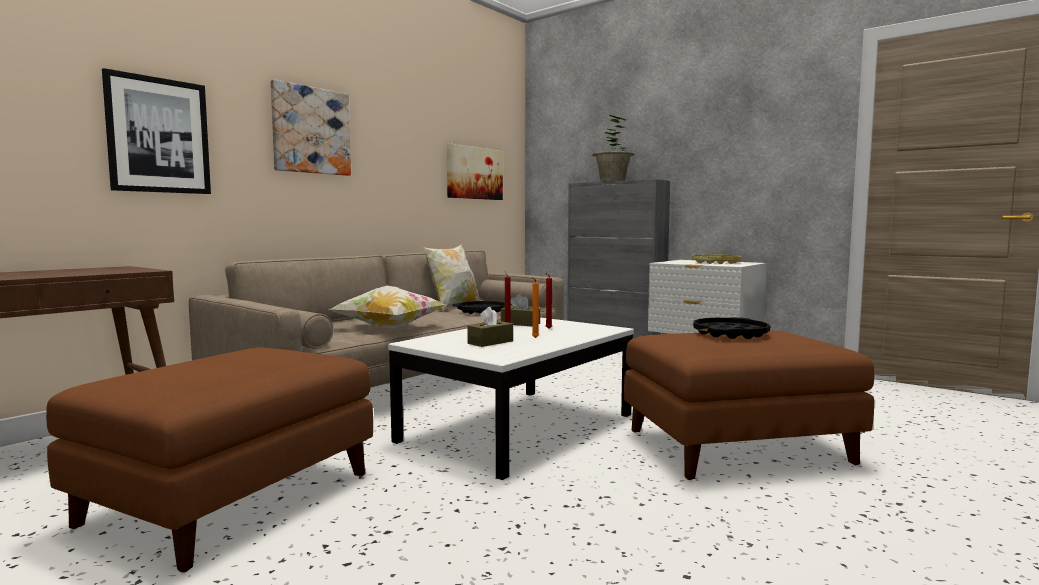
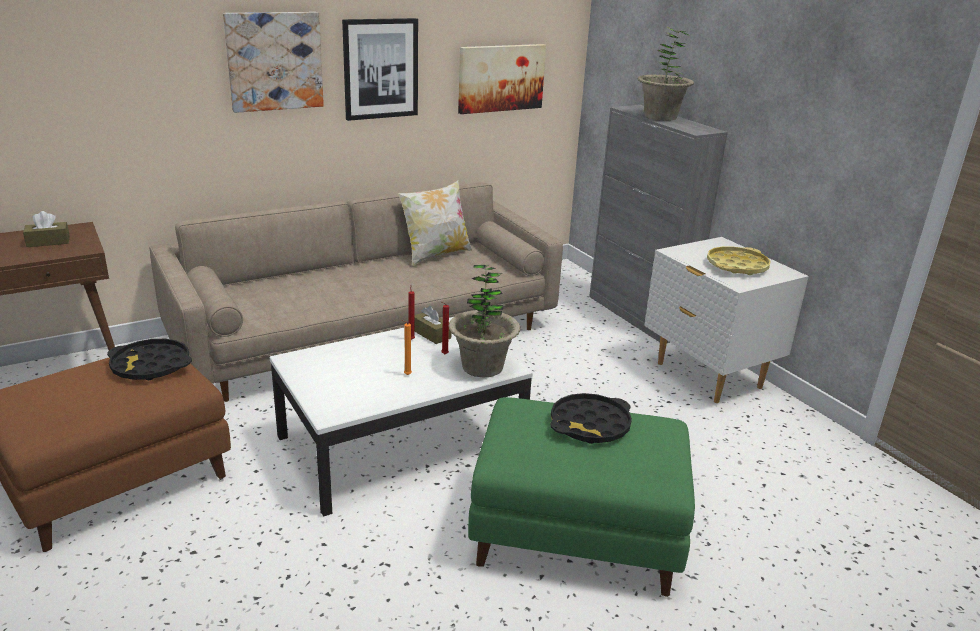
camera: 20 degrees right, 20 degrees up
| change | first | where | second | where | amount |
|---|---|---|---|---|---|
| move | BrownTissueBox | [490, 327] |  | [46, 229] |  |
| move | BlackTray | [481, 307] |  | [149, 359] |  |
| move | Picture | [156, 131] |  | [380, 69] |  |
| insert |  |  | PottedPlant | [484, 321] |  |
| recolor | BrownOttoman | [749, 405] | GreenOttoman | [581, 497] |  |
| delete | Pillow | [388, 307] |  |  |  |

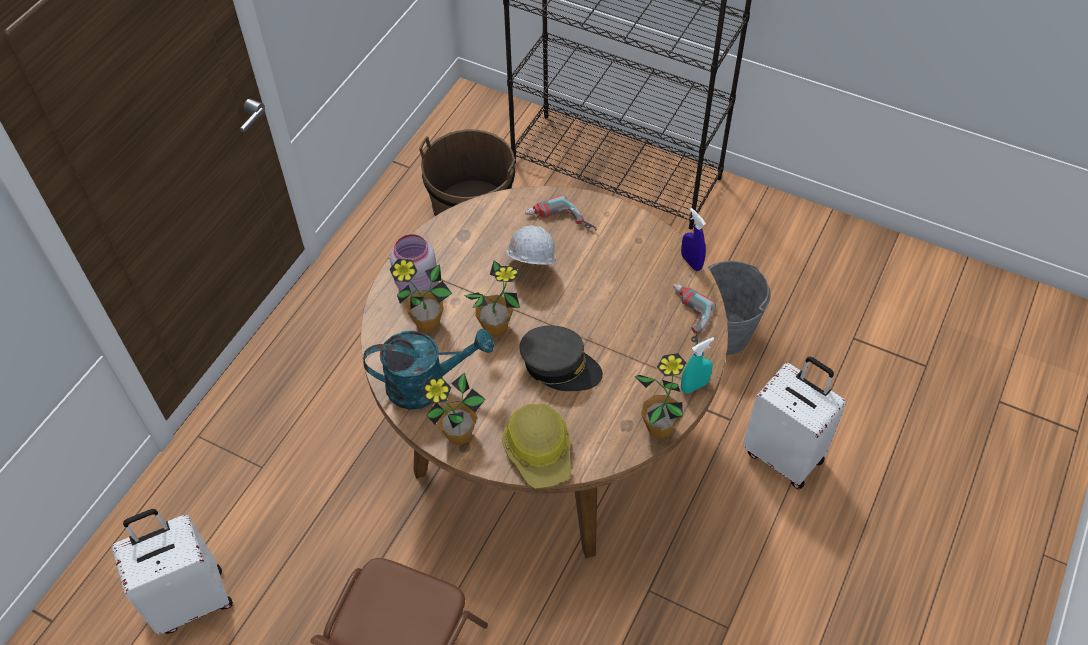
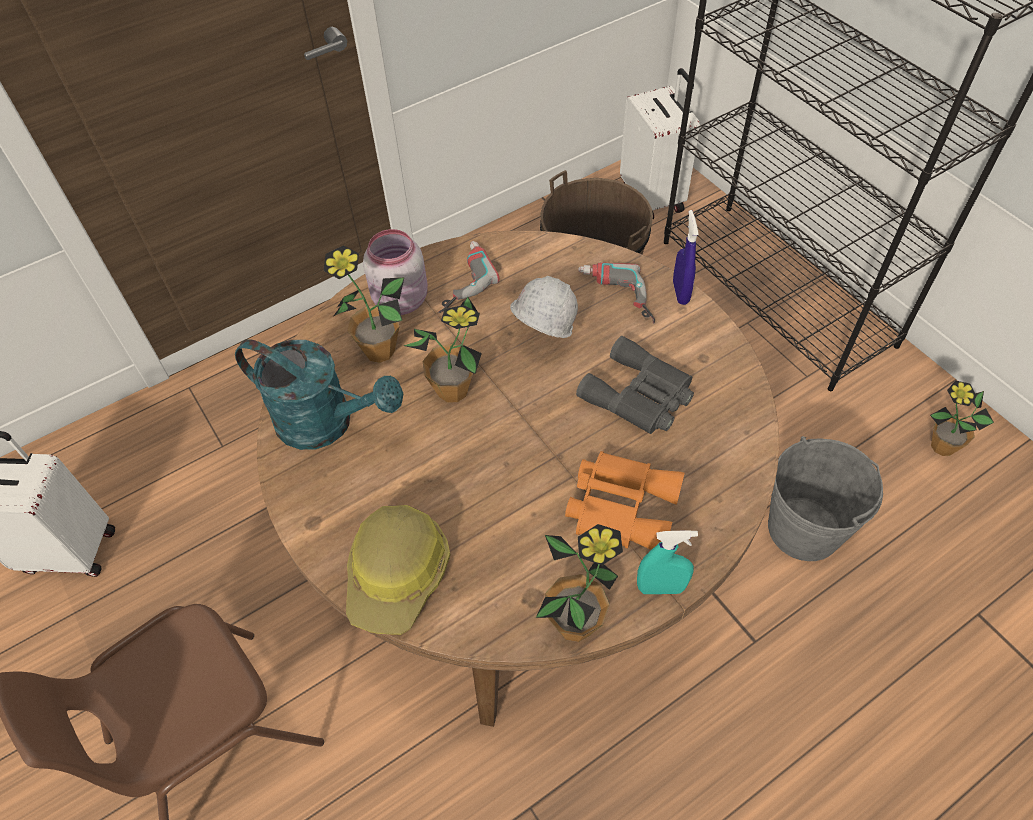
camera: 30 degrees right, 0 degrees up
| change | first | where | second | where | amount |
|---|---|---|---|---|---|
| move | PowerDrill | [694, 314] |  | [469, 277] |  |
| insert |  |  | OrangeBinoculars | [625, 500] |  |
| insert |  |  | GreyBinoculars | [635, 385] |  |
| move | WhiteSuitcase | [794, 423] |  | [660, 143] |  |
| move | BlueSprayBottle | [693, 239] |  | [686, 257] |  |
| move | PottedPlant | [453, 409] |  | [962, 418] |  |
| delete | GreyCap | [561, 358] |  |  |  |

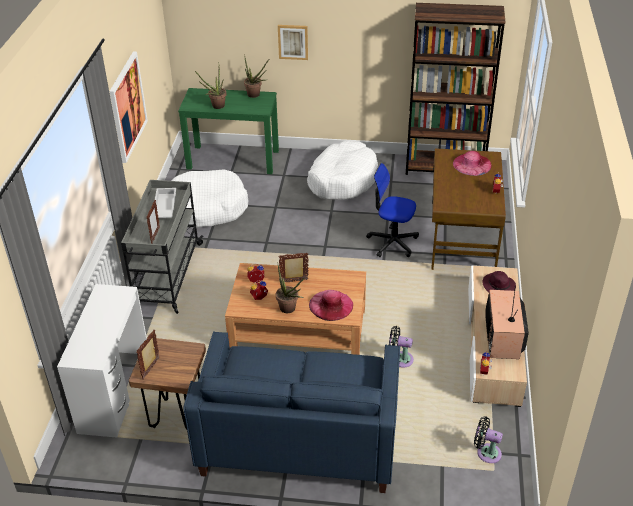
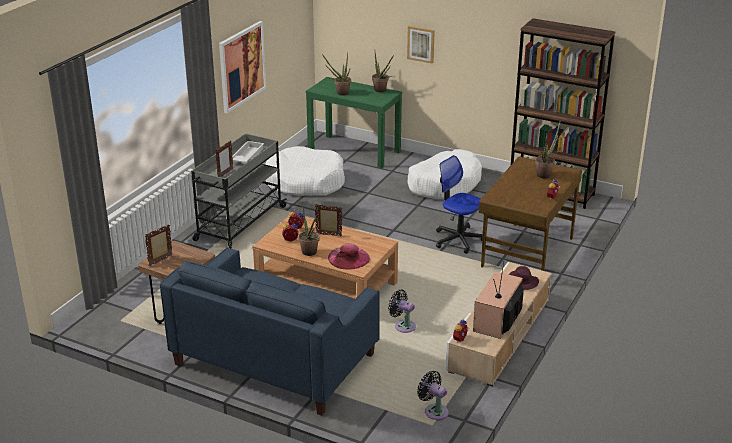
camera: 20 degrees right, 10 degrees down
| change | first | where | second | where | amount |
|---|---|---|---|---|---|
| replace | PinkHat | [472, 163] | PottedPlant | [547, 150] |  |
| delete | WhiteDesk | [102, 361] |  |  |  |

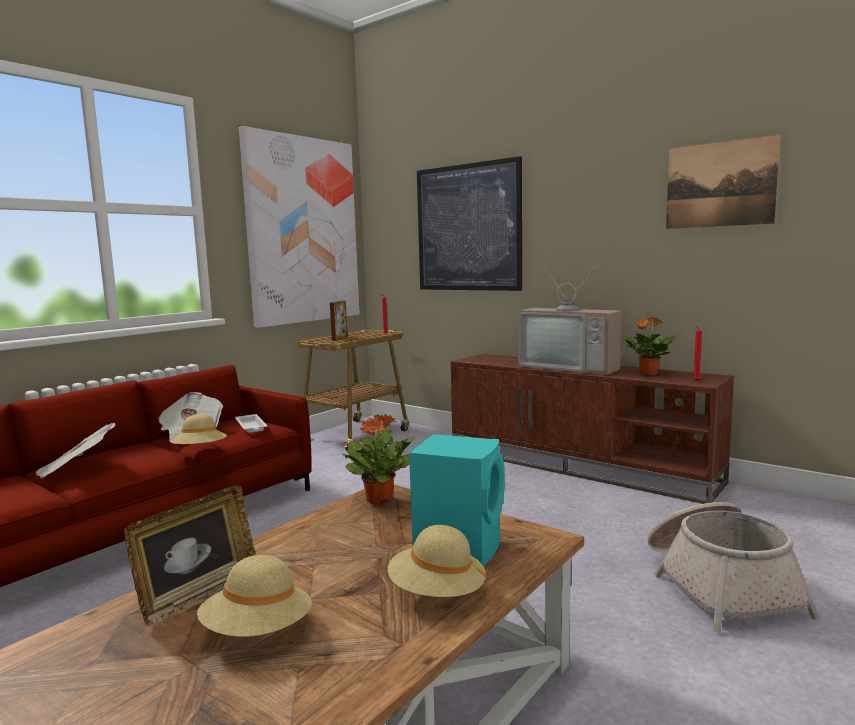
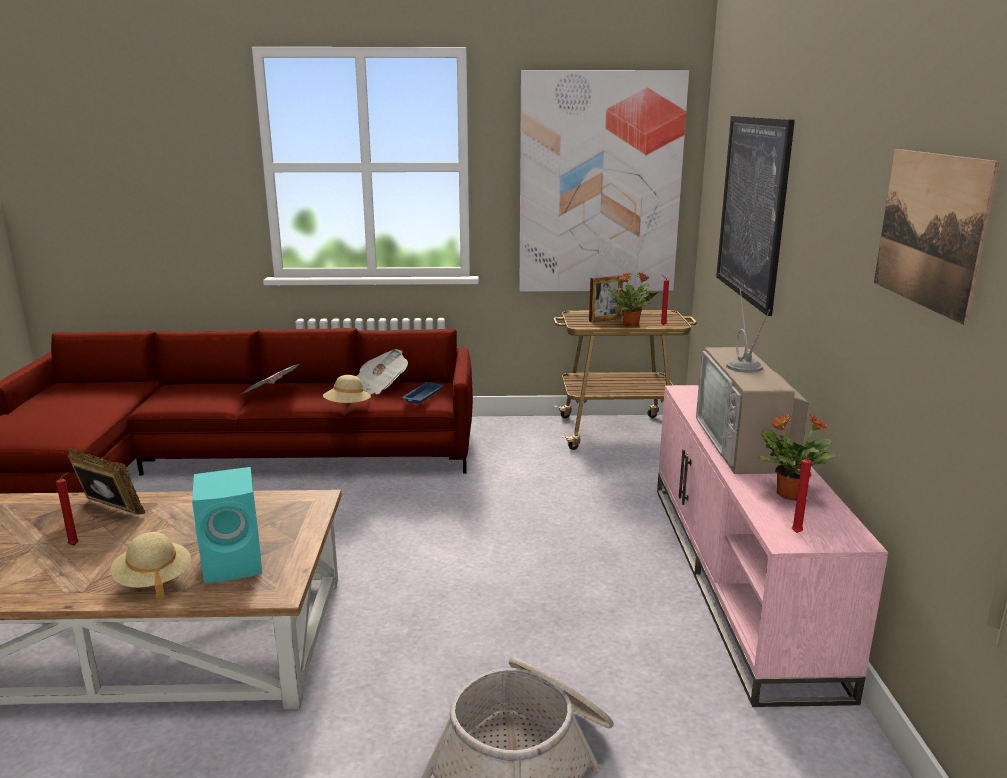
camera: 50 degrees right, 10 degrees up
| change | first | where | second | where | amount |
|---|---|---|---|---|---|
| replace | BeigeHat | [254, 596] | RedCandle | [67, 508] |  |
| rotate | PictureFrame | [190, 555] |  | [106, 481] | 150 degrees counterclockwise |
| recolor | WhiteTray | [251, 423] | BlueTray | [423, 393] |  |
| move | PottedPlant | [378, 459] |  | [633, 299] |  |
| recolor | BrownTvStand | [592, 429] | PinkTvStand | [772, 546] |  |

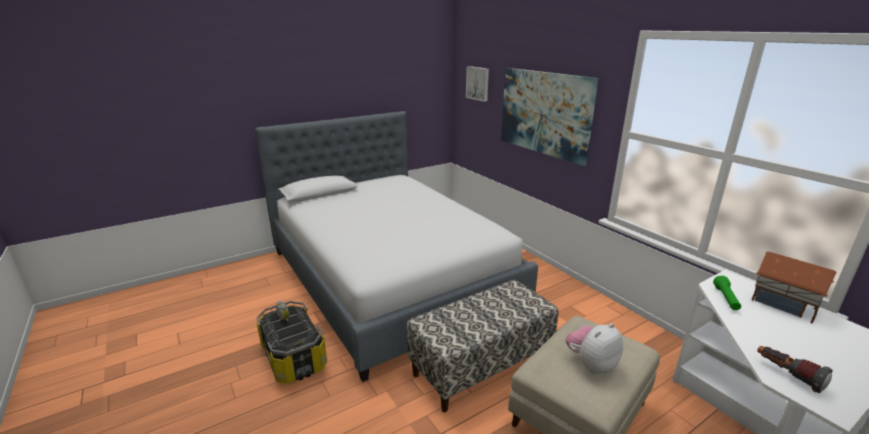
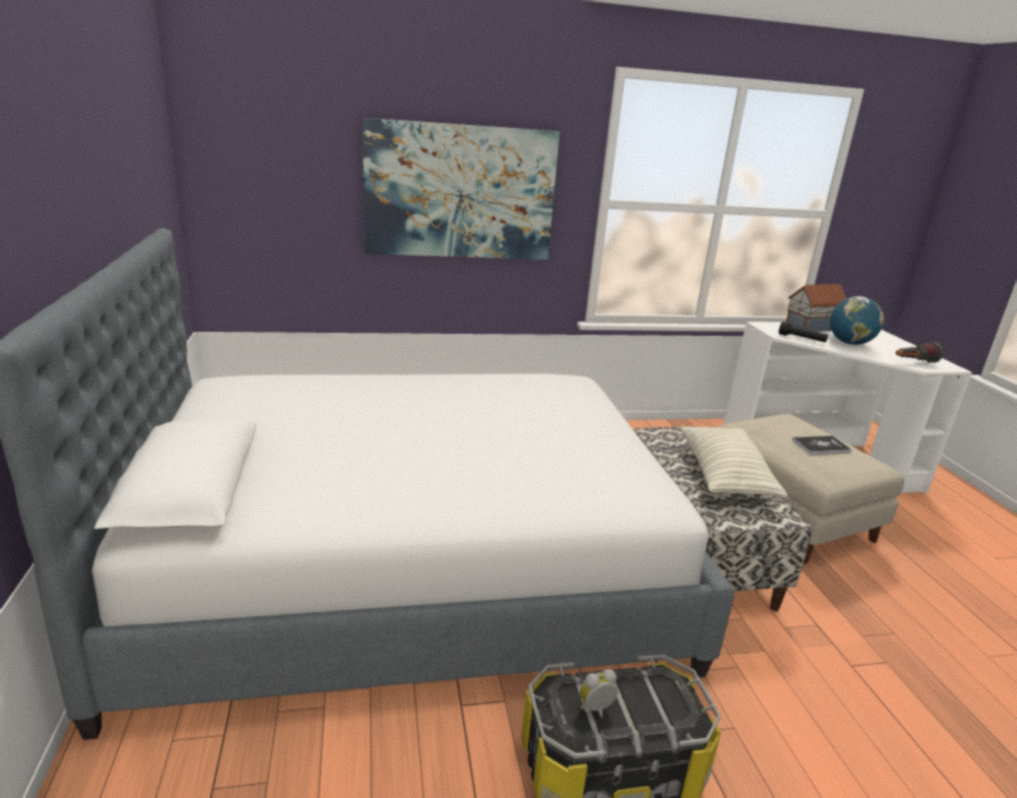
camera: 70 degrees left, 0 degrees up
| change | first | where | second | where | amount |
|---|---|---|---|---|---|
| insert |  |  | Pillow | [733, 462] |  |
| recolor | GreenFlashlight | [727, 293] | BlackFlashlight | [803, 331] |  |
| replace | PlushToy | [594, 348] | Book | [822, 445] |  |
| insert |  |  | Globe | [857, 320] |  |
| delete | Picture | [477, 84] |  |  |  |

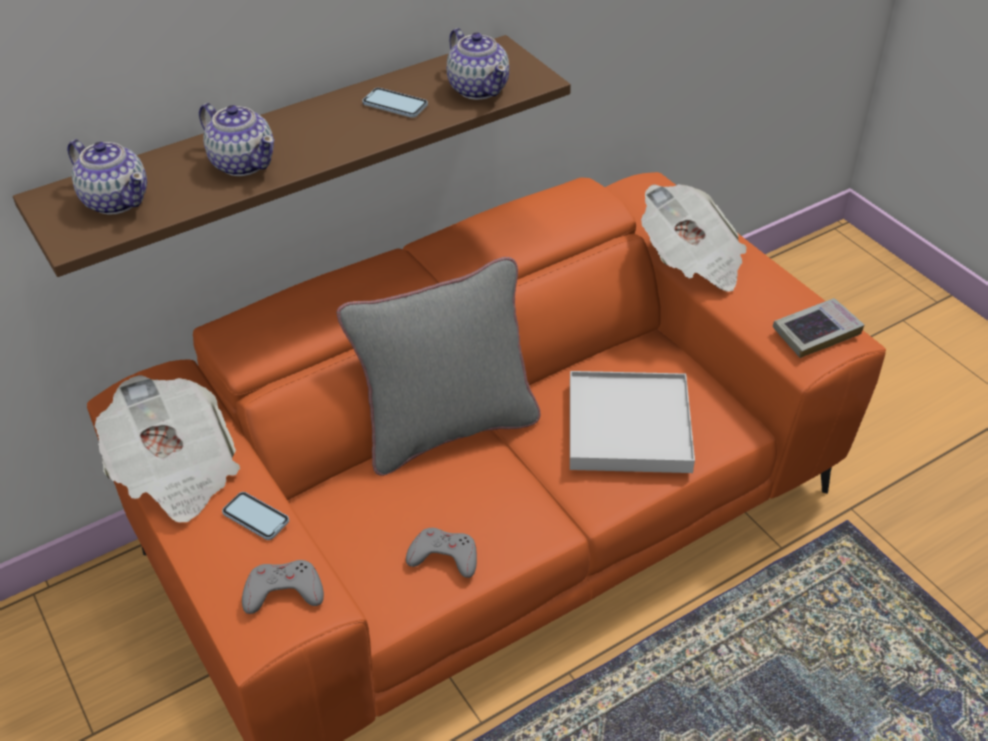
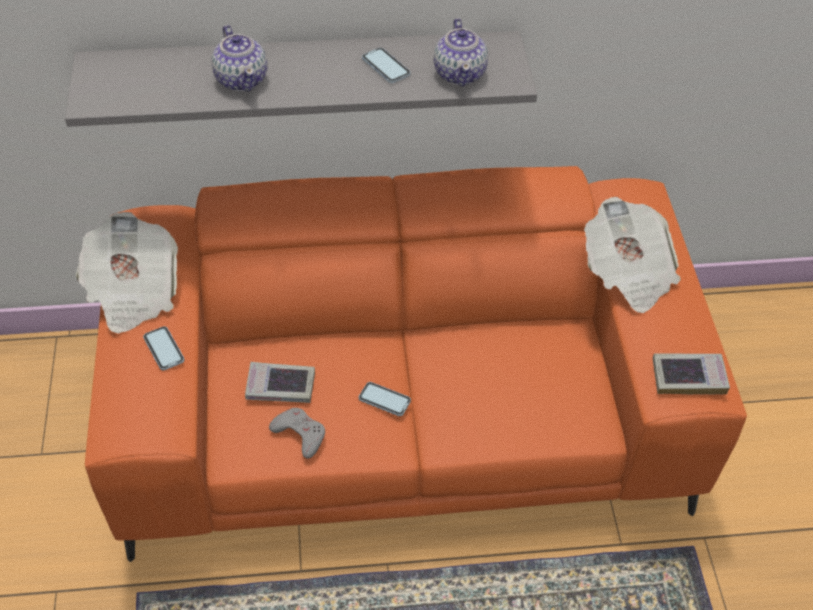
camera: 25 degrees right, 5 degrees up
| change | first | where | second | where | amount |
|---|---|---|---|---|---|
| recolor | BrownShelf | [292, 156] | GreyShelf | [301, 79] |  |
| insert |  |  | Book | [280, 382] |  |
| insert |  |  | Phone | [385, 399] |  |
| delete | Teapot | [107, 177] |  |  |  |
| delete | GreyGameController | [283, 587] |  |  |  |
| delete | GreyPillow | [439, 366] |  |  |  |
| delete | WhiteTray | [632, 422] |  |  |  |

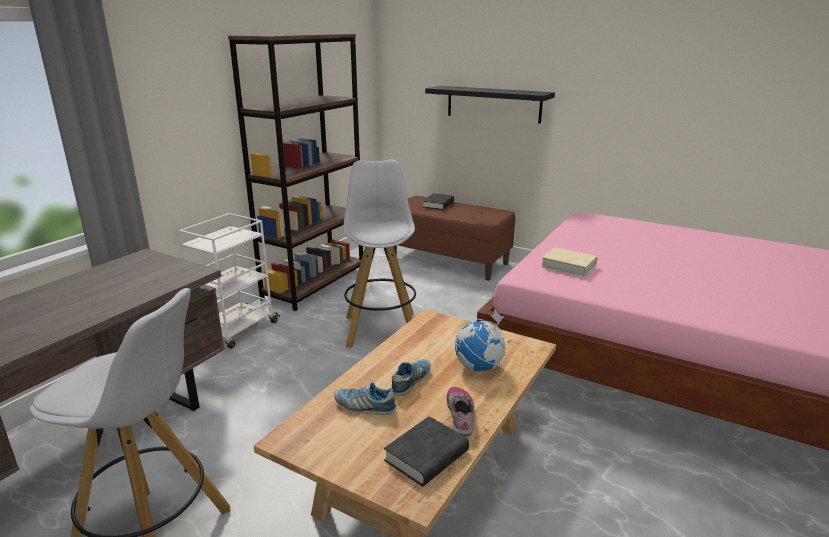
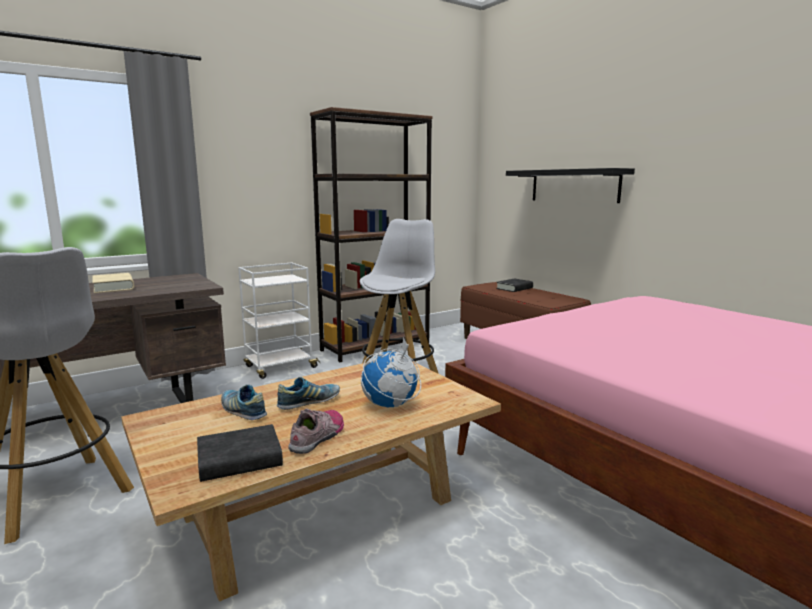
camera: 25 degrees right, 10 degrees down
| change | first | where | second | where | amount |
|---|---|---|---|---|---|
| move | BeigeBook | [569, 262] |  | [113, 283] |  |

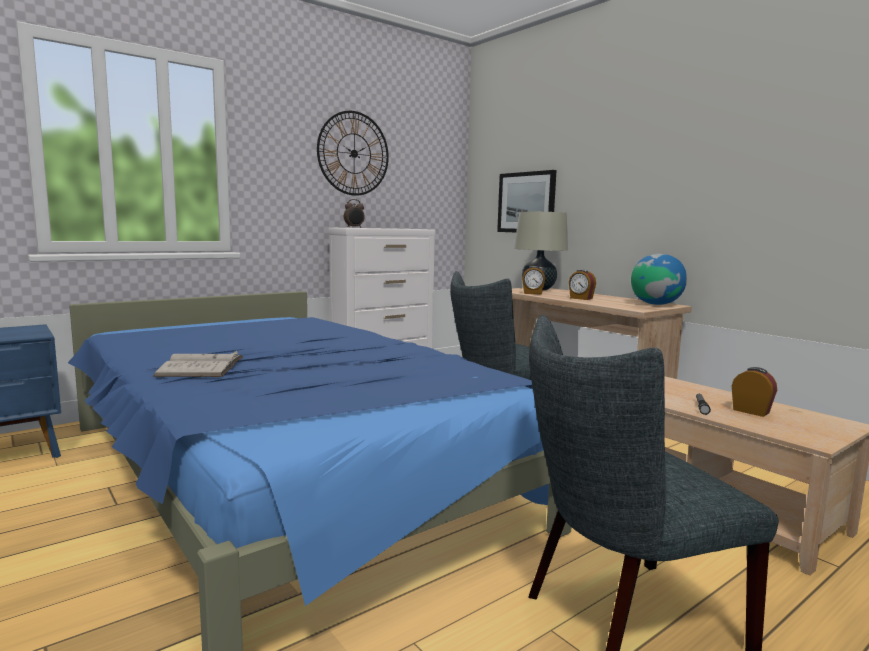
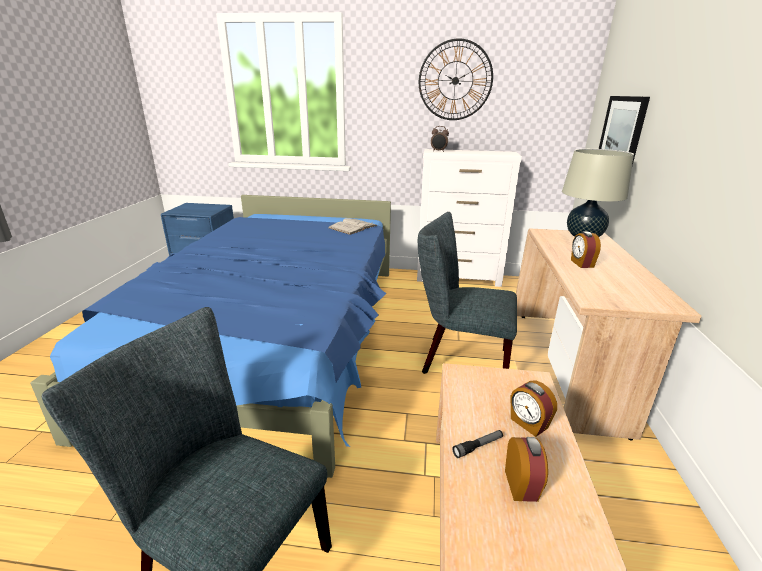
camera: 45 degrees right, 15 degrees up
| change | first | where | second | where | amount |
|---|---|---|---|---|---|
| move | WhiteBook | [198, 363] |  | [353, 226] |  |
| move | AlarmClock | [533, 280] |  | [533, 409] |  |
| delete | Globe | [659, 279] |  |  |  |

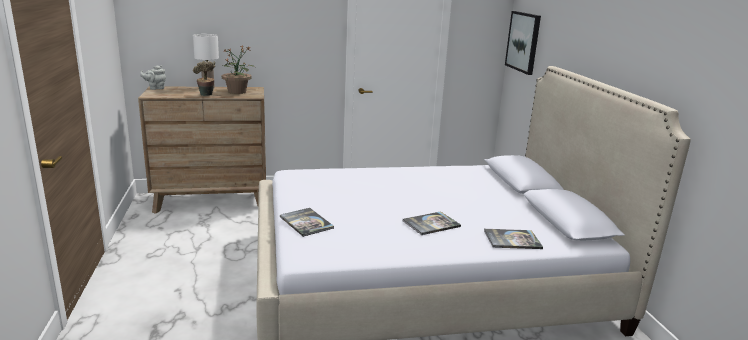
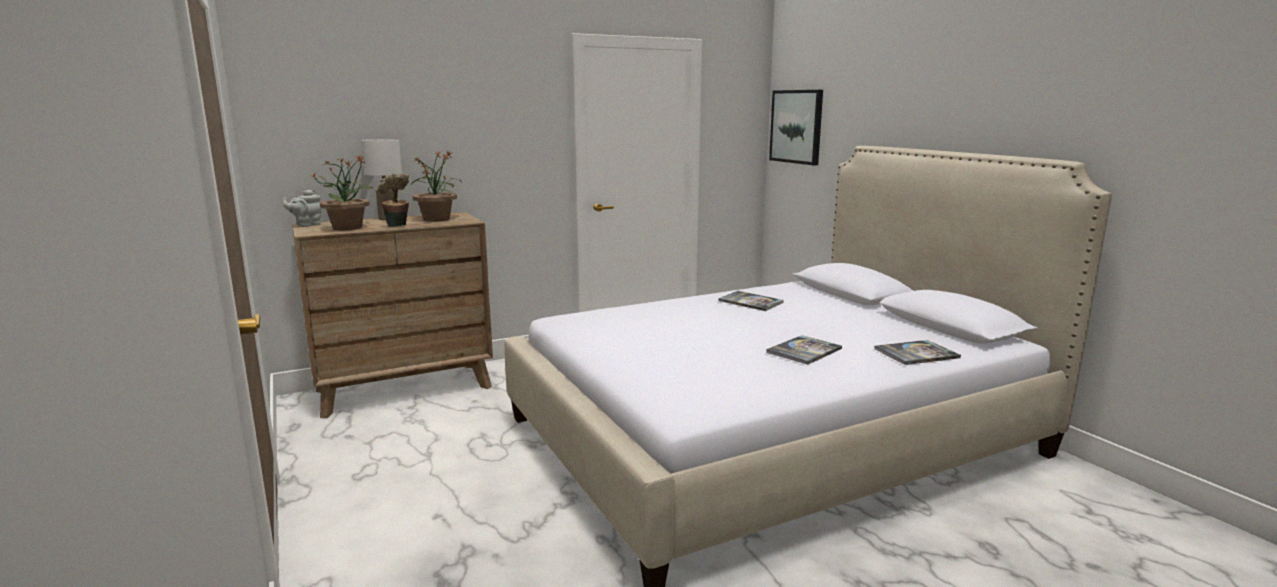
camera: 15 degrees left, 5 degrees down
| change | first | where | second | where | amount |
|---|---|---|---|---|---|
| insert |  |  | PottedPlant | [341, 192] |  |
| move | Book | [307, 222] |  | [751, 301] |  |

